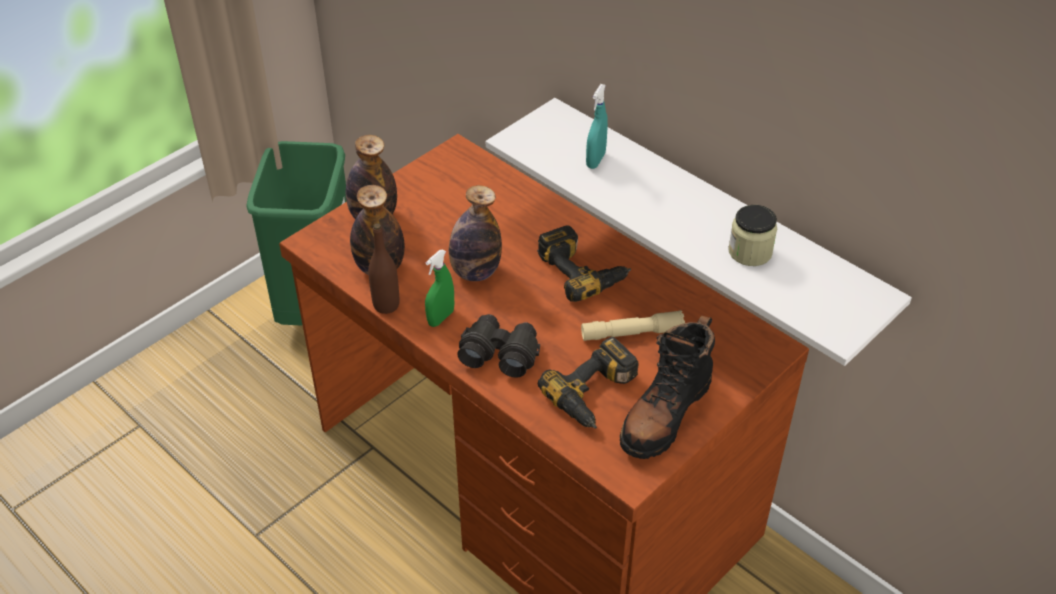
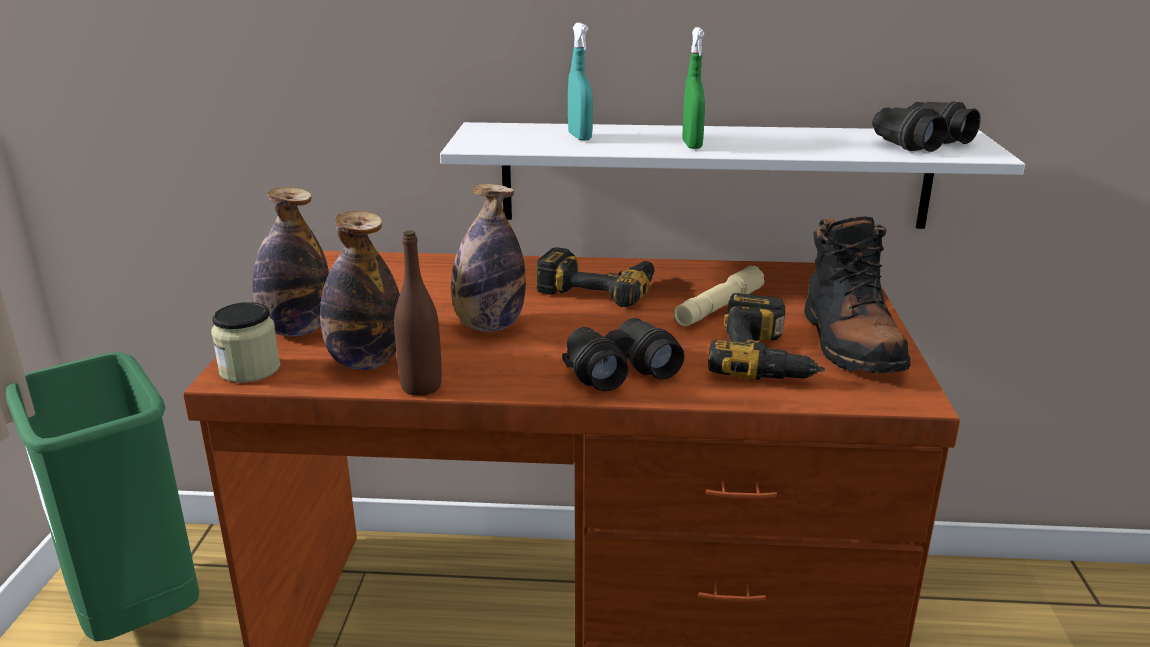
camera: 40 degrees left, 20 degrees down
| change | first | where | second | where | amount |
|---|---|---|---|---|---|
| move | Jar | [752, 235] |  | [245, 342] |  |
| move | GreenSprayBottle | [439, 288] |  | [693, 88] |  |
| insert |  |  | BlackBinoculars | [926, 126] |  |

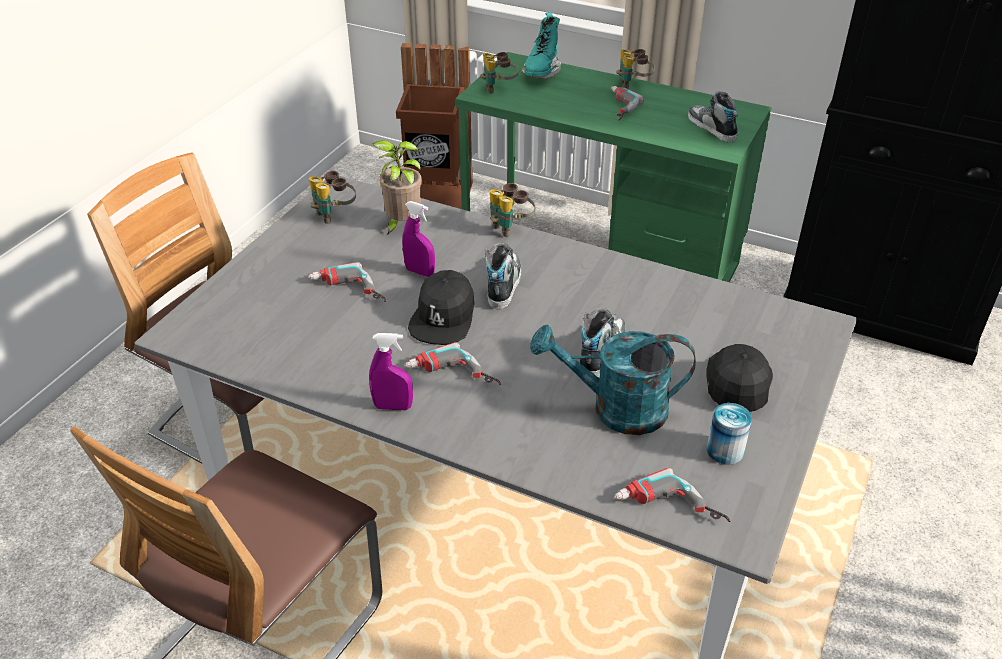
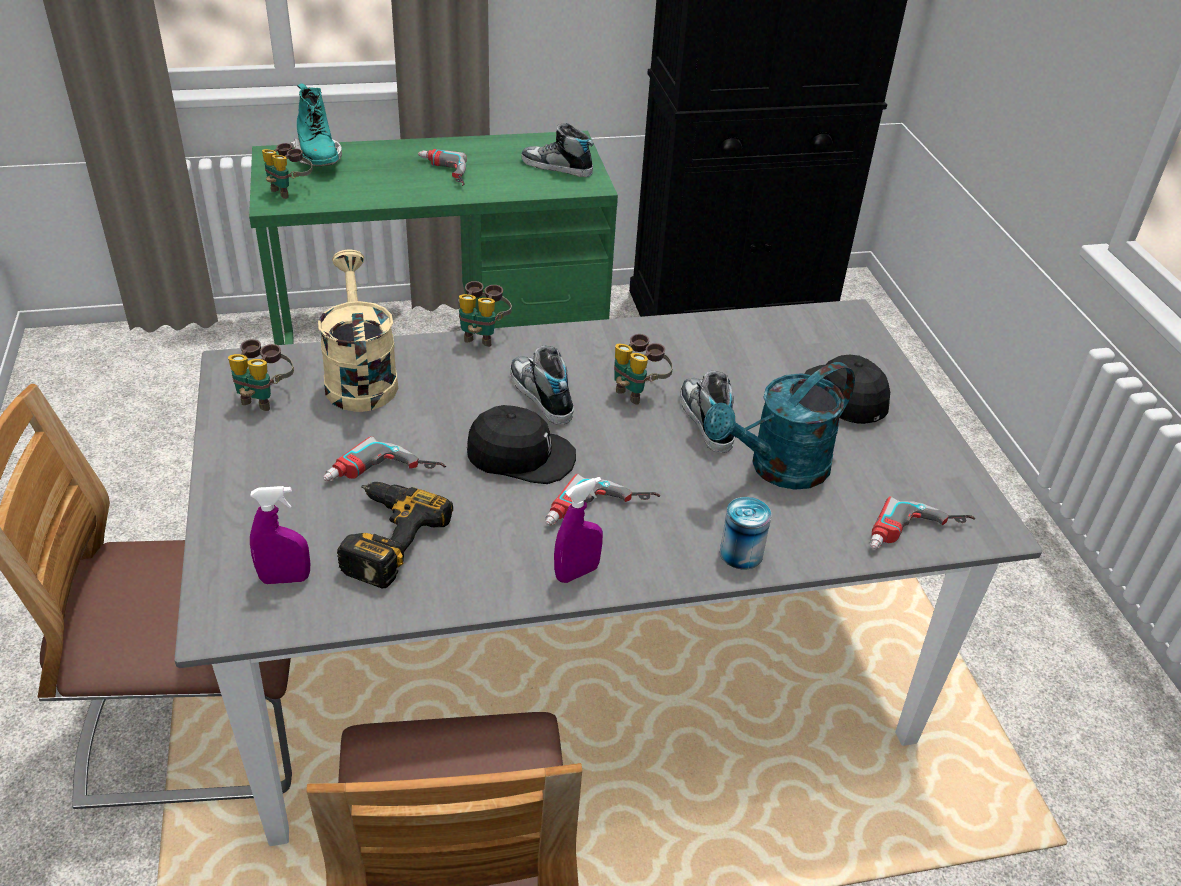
camera: 40 degrees left, 0 degrees up
| change | first | where | second | where | amount |
|---|---|---|---|---|---|
| move | PurpleSprayBottle | [418, 239] |  | [280, 535] |  |
| replace | PottedPlant | [397, 188] | BeigeWateringCan | [358, 331] |  |
| insert |  |  | PowerDrill | [395, 535] |  |
| rotate | BlackCap | [441, 307] |  | [521, 444] | 60 degrees counterclockwise |
| move | Binoculars | [635, 69] |  | [643, 369] |  |
| move | Can | [729, 434] |  | [745, 533] |  |
| delete | BrownTrashCan | [434, 126] |  |  |  |

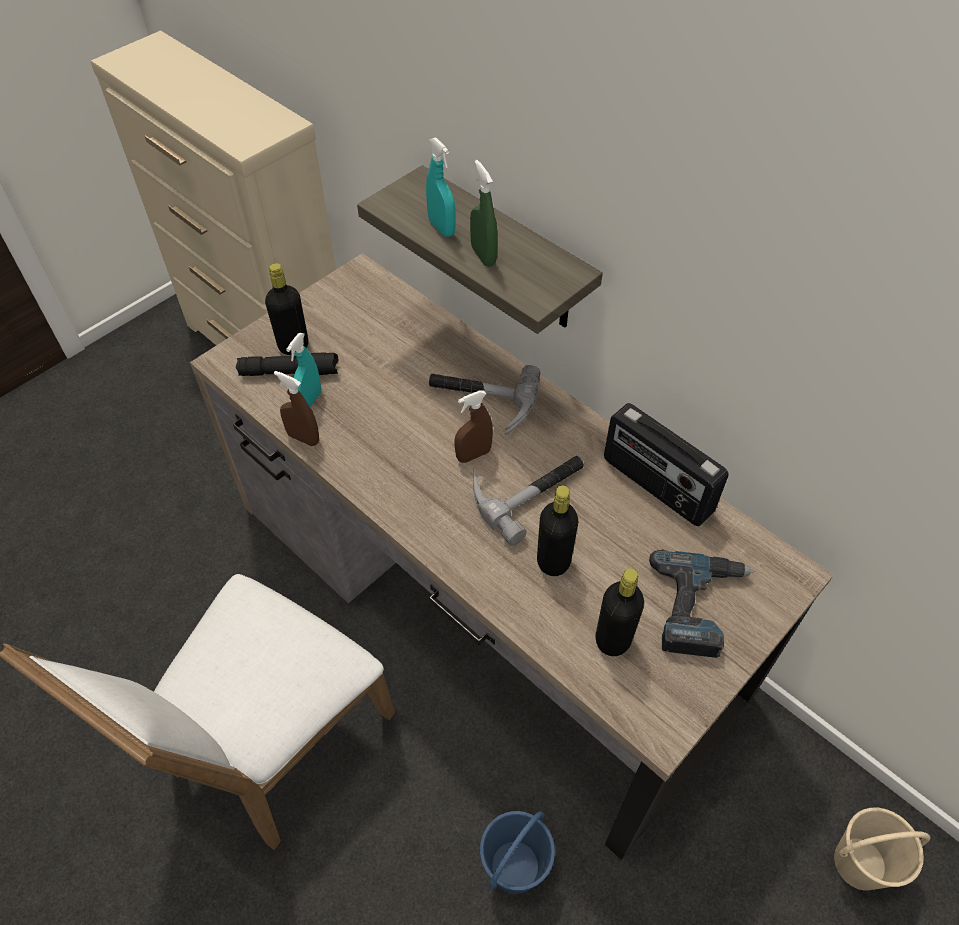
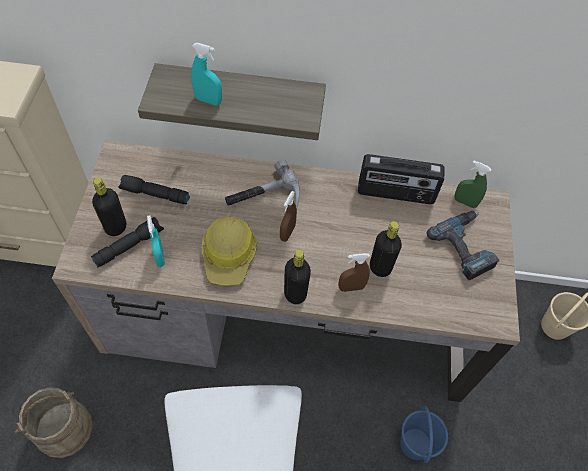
camera: 40 degrees left, 5 degrees up
| change | first | where | second | where | amount |
|---|---|---|---|---|---|
| insert |  |  | BeigeBucket | [54, 422] |  |
| insert |  |  | BlackFlashlight | [154, 189] |  |
| insert |  |  | HardHat | [229, 251] |  |
| move | BlackBottle | [620, 612] |  | [297, 276] |  |
| move | BrownSprayBottle | [296, 408] |  | [354, 272] |  |
| move | GreenSprayBottle | [484, 213] |  | [473, 184] |  |
| delete | Hammer | [528, 501] |  |  |  |

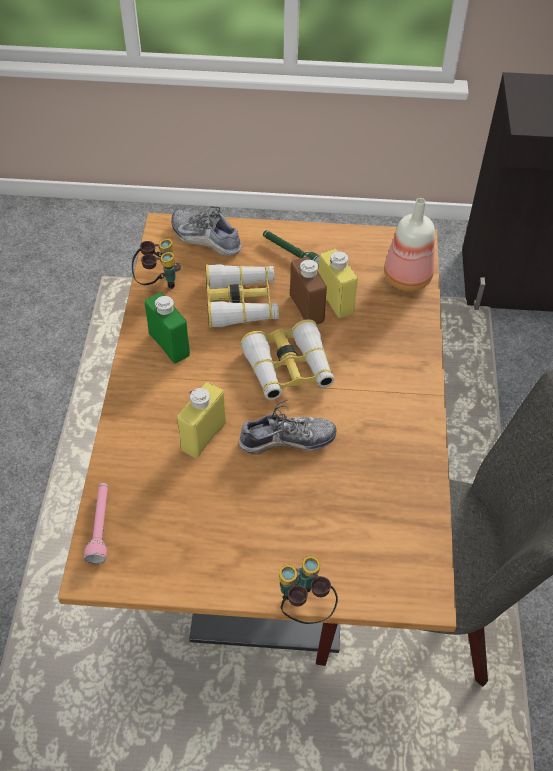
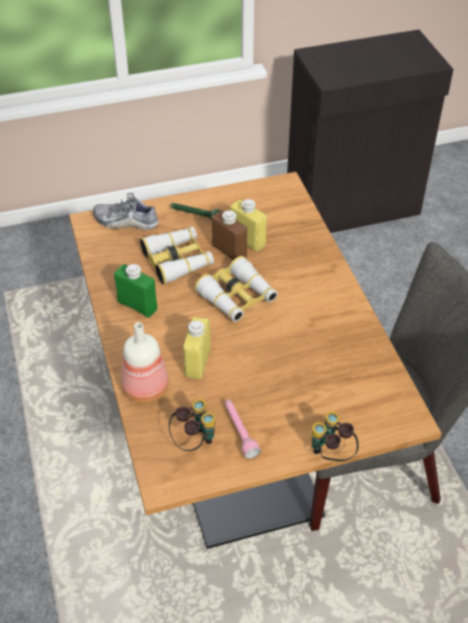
camera: 20 degrees left, 5 degrees down
| change | first | where | second | where | amount |
|---|---|---|---|---|---|
| move | Bottle | [409, 244] |  | [145, 363] |  |
| move | Binoculars | [156, 264] |  | [192, 425] |  |
| move | PinkFlashlight | [96, 523] |  | [243, 429] |  |
| delete | Shoe | [287, 427] |  |  |  |

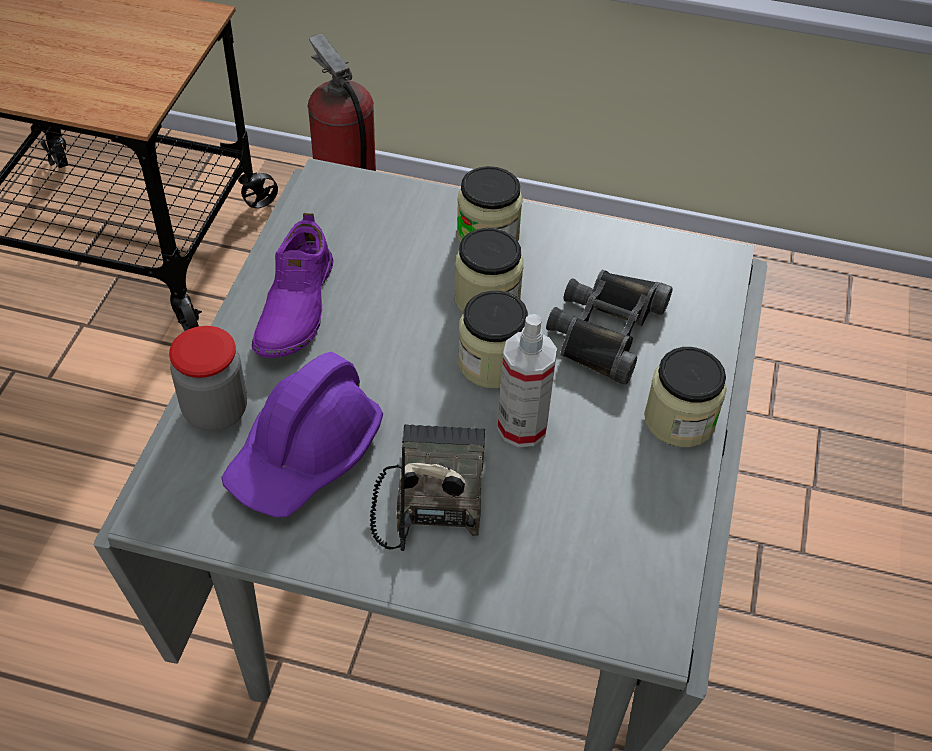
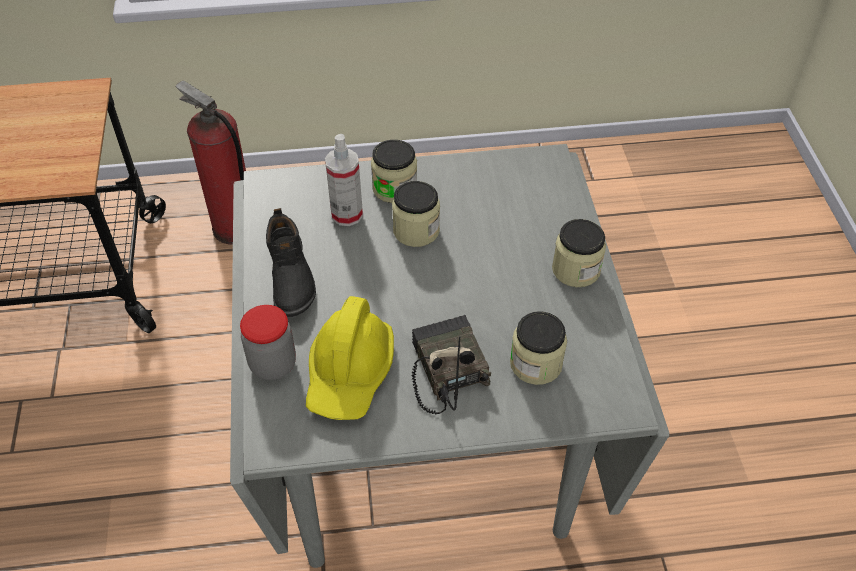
camera: 20 degrees left, 0 degrees up
| change | first | where | second | where | amount |
|---|---|---|---|---|---|
| recolor | PurpleShoe | [292, 285] | BlackShoe | [291, 262] |  |
| recolor | PurpleHardHat | [302, 435] | YellowHardHat | [350, 358] |  |
| move | SprayBottle | [527, 380] |  | [344, 180] |  |
| move | Jar | [493, 339] |  | [538, 348] |  |
| delete | BlackBinoculars | [609, 327] |  |  |  |

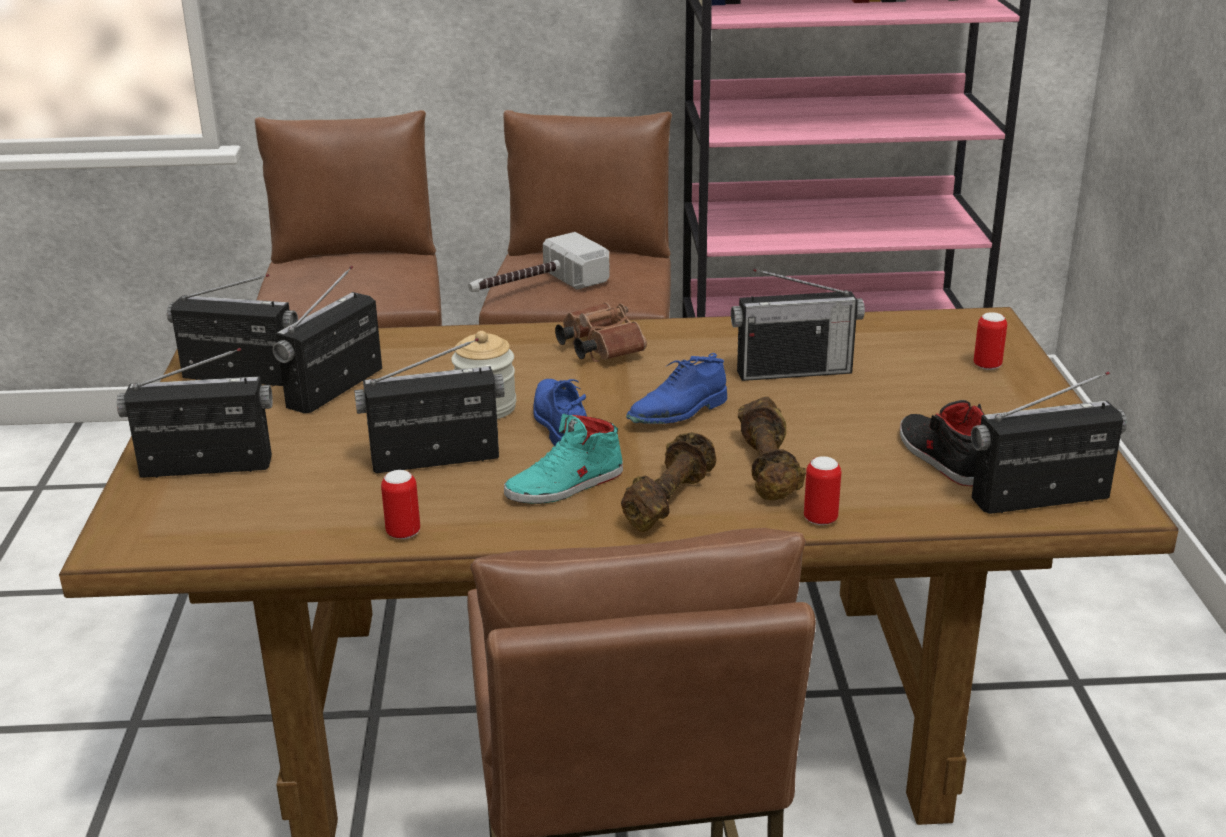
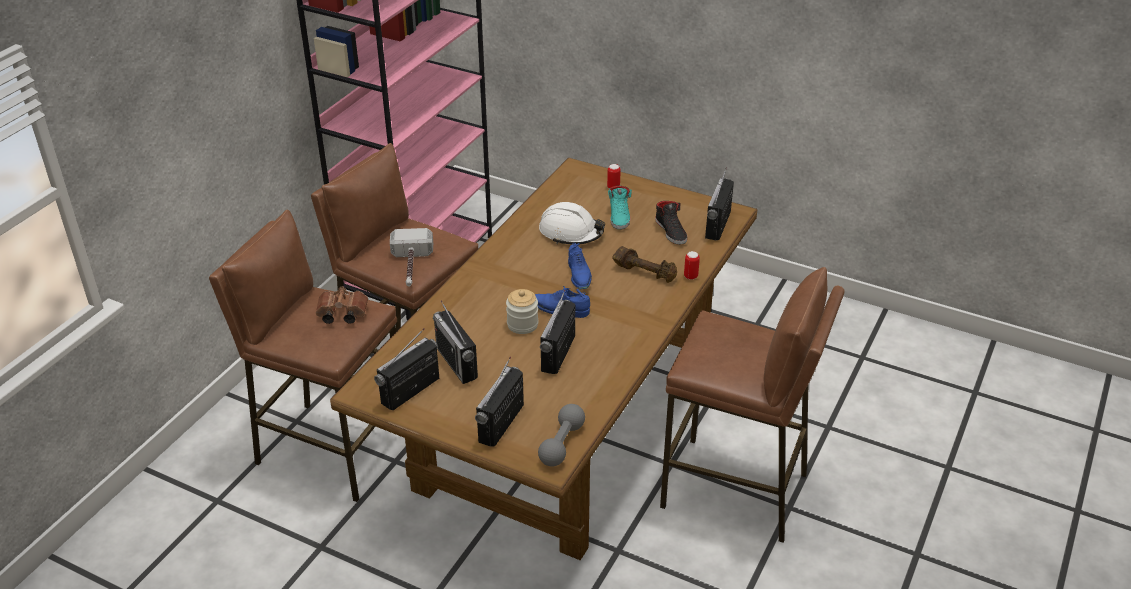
camera: 60 degrees left, 10 degrees up
| change | first | where | second | where | amount |
|---|---|---|---|---|---|
| move | BrownBinoculars | [601, 332] |  | [342, 305] |  |
| insert |  |  | GreyDumbbell | [561, 435] |  |
| replace | Radio | [798, 325] | WhiteHardHat | [572, 223] |  |
| move | TurquoiseShoe | [563, 458] |  | [620, 207] |  |
| rotate | BlackShoe | [942, 443] |  | [671, 223] | 120 degrees counterclockwise |
| delete | Can | [400, 504] |  |  |  |
| delete | BrownDumbbell | [669, 482] |  |  |  |

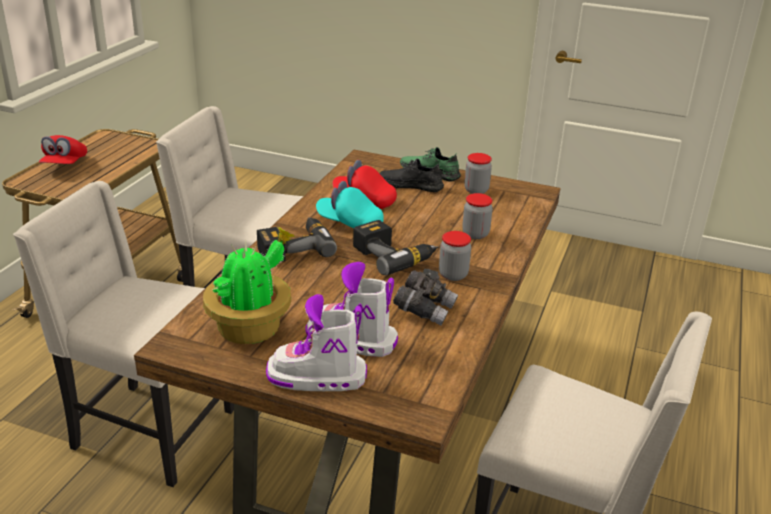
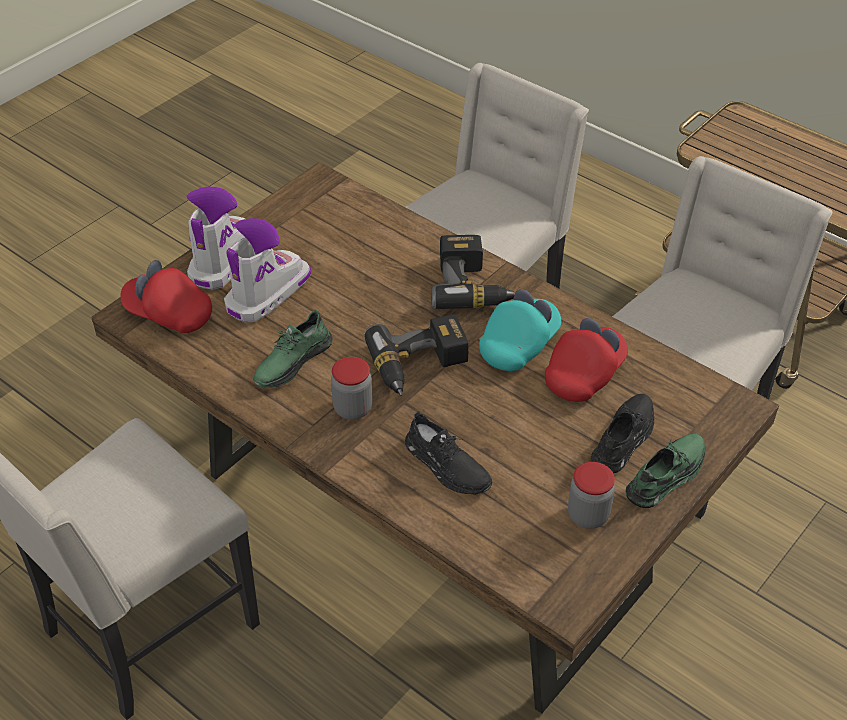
camera: 110 degrees right, 15 degrees up
| change | first | where | second | where | amount |
|---|---|---|---|---|---|
| move | RedCap | [63, 149] |  | [166, 296] |  |
| replace | GreyBinoculars | [425, 297] | GreenShoe | [293, 348] |  |
| replace | Jar | [477, 216] | BlackShoe | [448, 453] |  |
| delete | PottedPlant | [249, 286] |  |  |  |

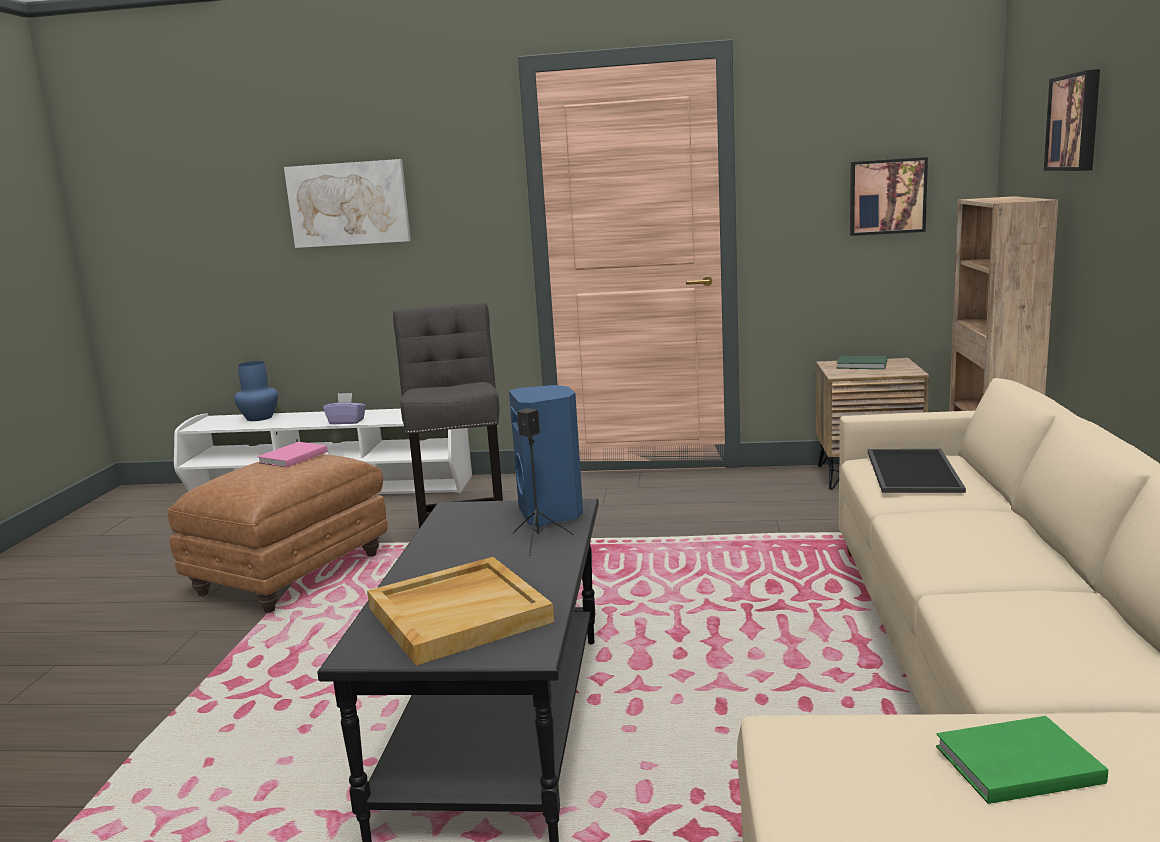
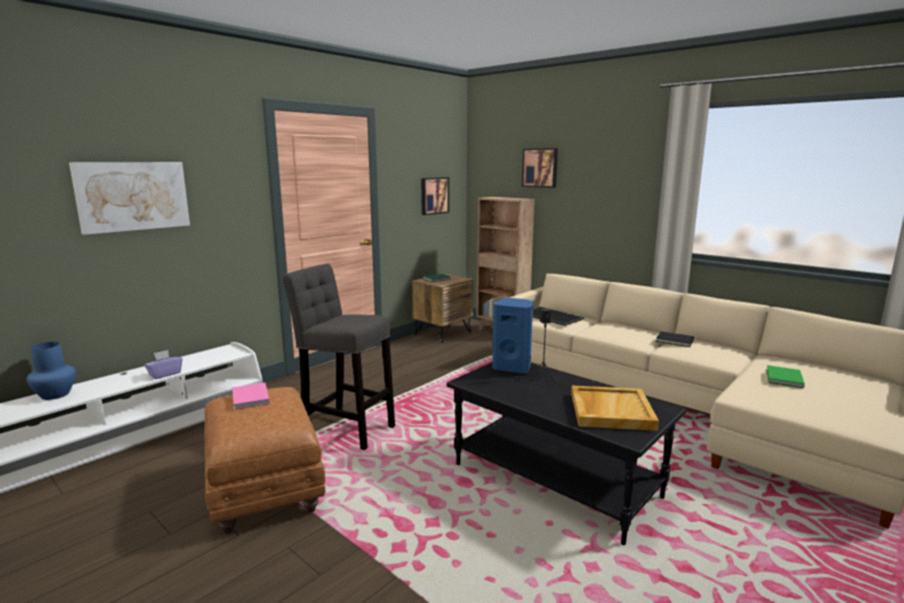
camera: 55 degrees left, 0 degrees up
| change | first | where | second | where | amount |
|---|---|---|---|---|---|
| insert |  |  | BlackBook | [675, 339] |  |

